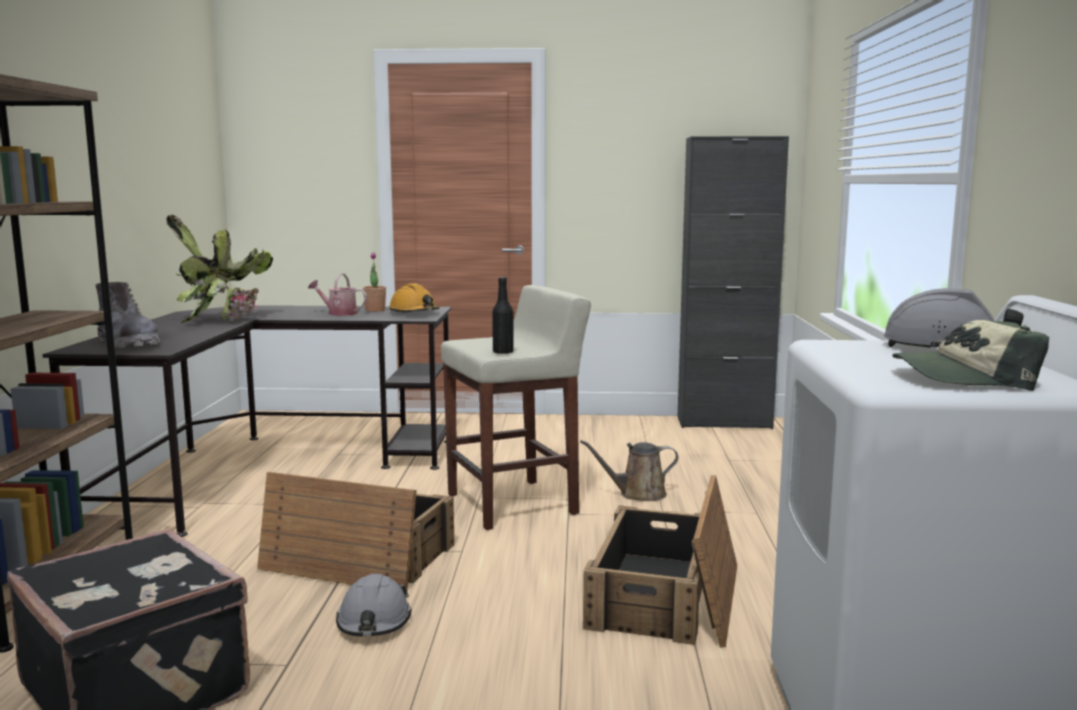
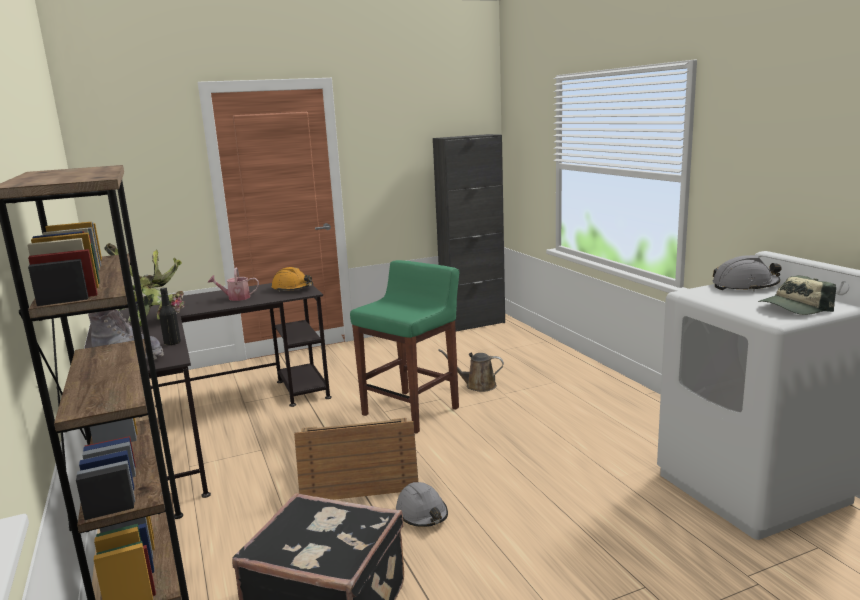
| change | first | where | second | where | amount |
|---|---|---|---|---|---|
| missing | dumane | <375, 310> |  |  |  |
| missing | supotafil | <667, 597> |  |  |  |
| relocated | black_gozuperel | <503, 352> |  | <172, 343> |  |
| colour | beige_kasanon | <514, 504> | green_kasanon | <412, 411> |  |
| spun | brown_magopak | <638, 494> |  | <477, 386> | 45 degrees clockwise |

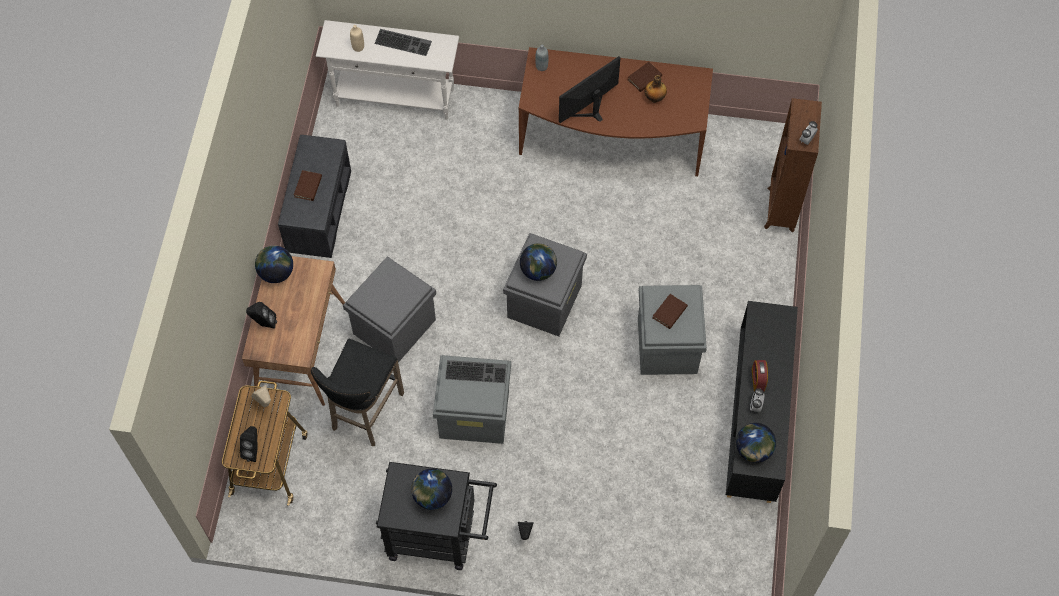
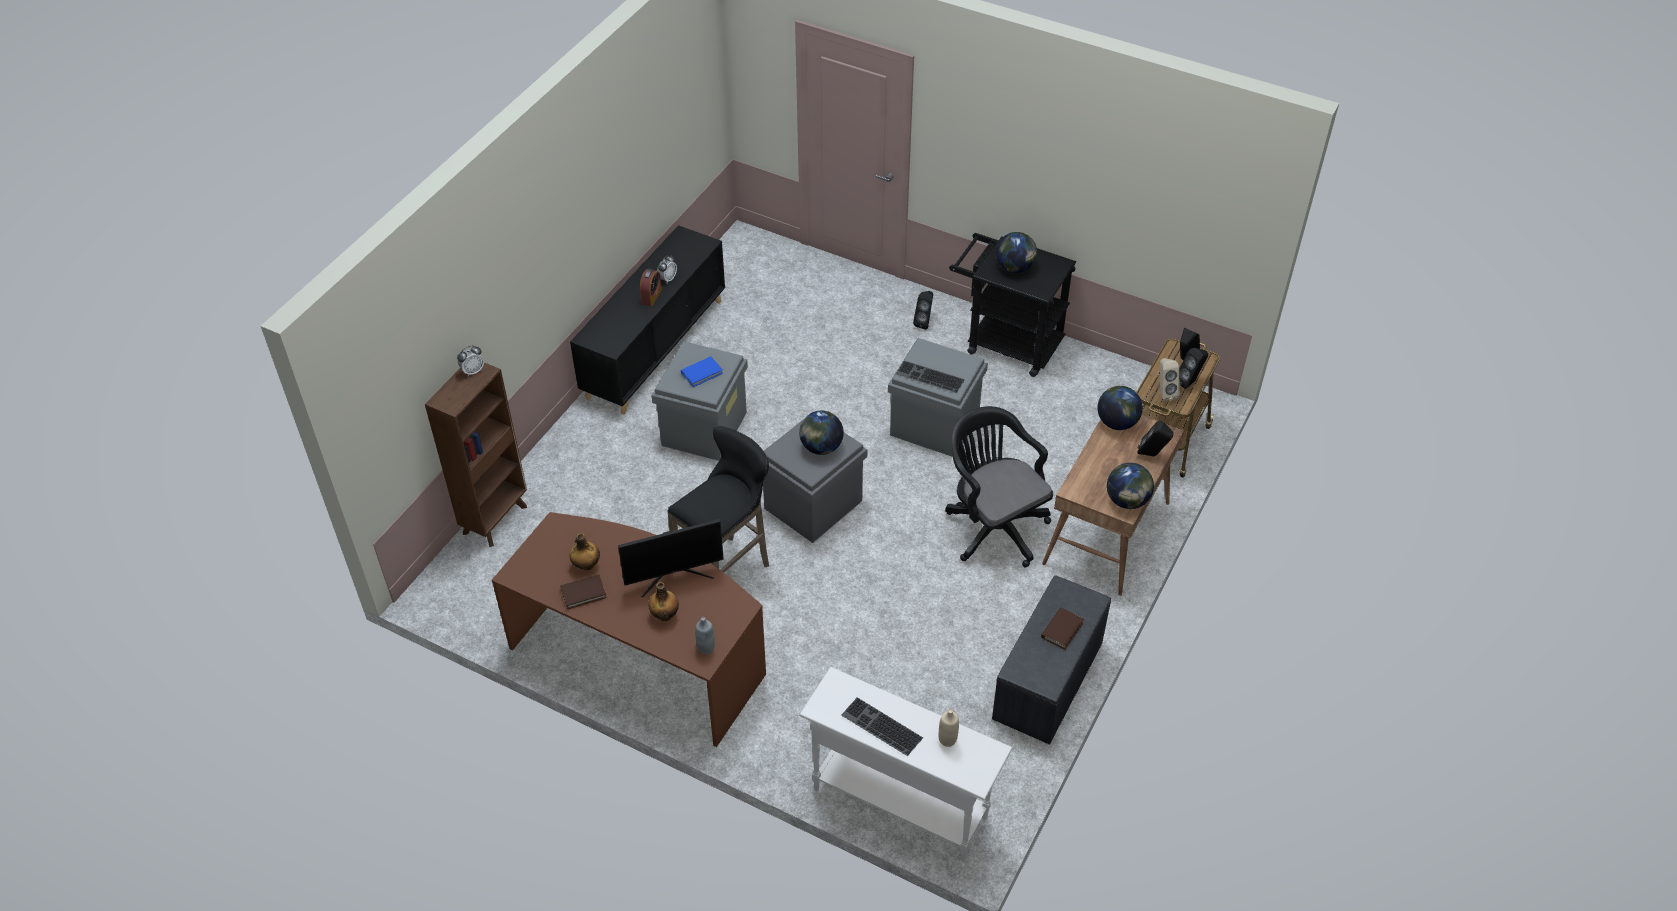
| change | first | where | second | where | amount |
|---|---|---|---|---|---|
| appeared |  |  | gozuperel | <665, 615> |  |
| appeared |  |  | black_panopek | <1189, 382> |  |
| relocated | black_kasanon | <365, 414> |  | <726, 569> |  |
| relocated | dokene | <753, 450> |  | <1117, 422> |  |
| exchanged | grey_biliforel | <394, 327> | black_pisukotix | <993, 526> |  |
| colour | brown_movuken | <669, 312> | blue_movuken | <702, 373> |  |

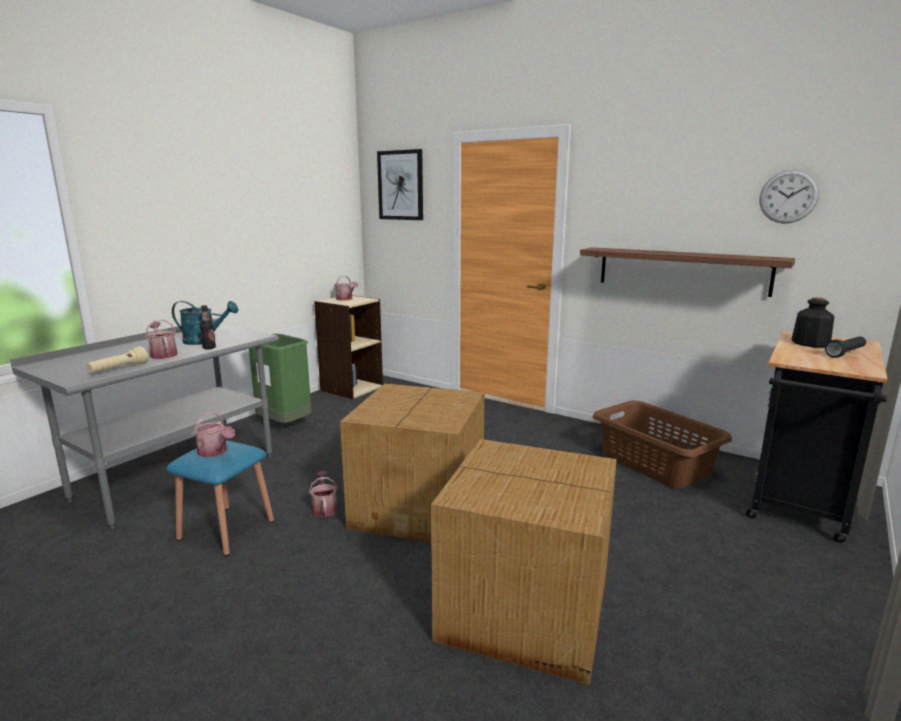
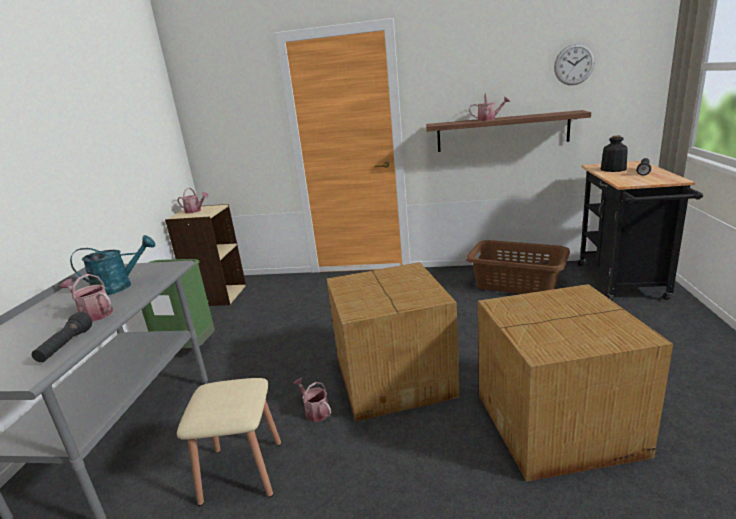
| change | first | where | second | where | amount |
|---|---|---|---|---|---|
| missing | gozuperel | <209, 348> |  |  |  |
| missing | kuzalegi | <401, 185> |  |  |  |
| relocated | magopak | <215, 452> |  | <489, 119> |  |
| colour | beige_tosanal | <119, 369> | black_tosanal | <66, 346> |  |
| colour | blue_kasanon | <226, 529> | beige_kasanon | <242, 471> |  |

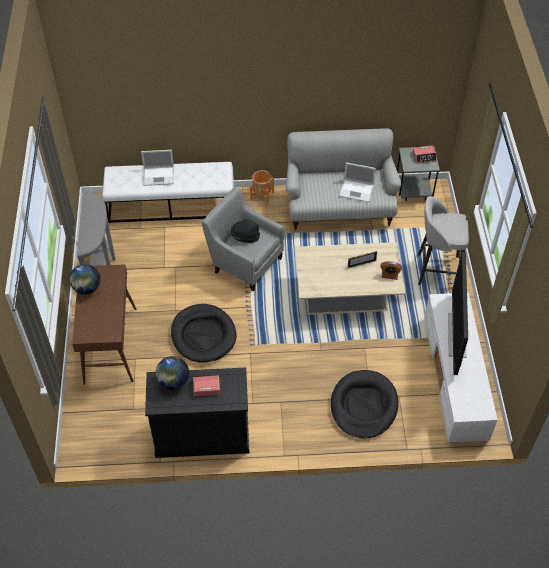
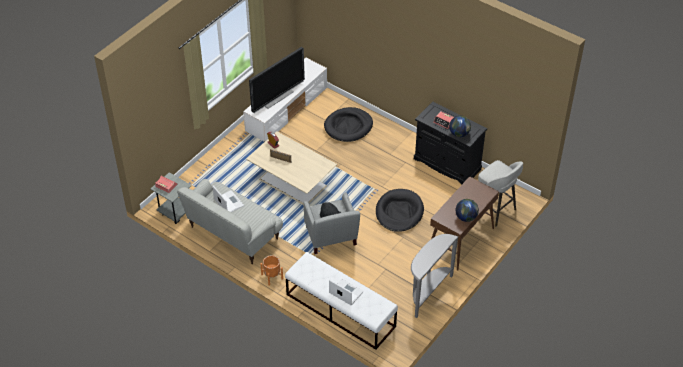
| change | first | where | second | where | amount |
|---|---|---|---|---|---|
| relocated | grey_kasanon | <436, 270> |  | <494, 210> |  |

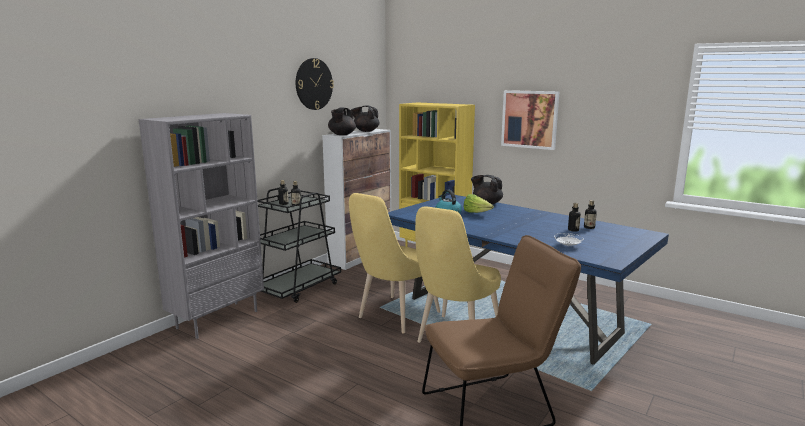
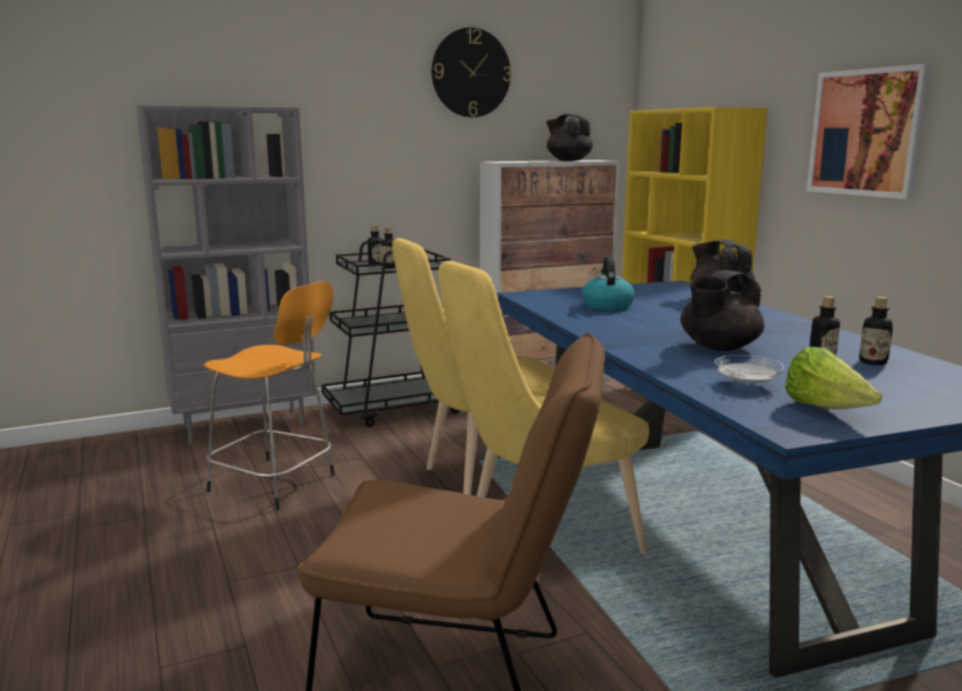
| change | first | where | second | where | amount |
|---|---|---|---|---|---|
| appeared |  |  | orange_kasanon | <276, 484> |  |
| relocated | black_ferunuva | <342, 134> |  | <718, 347> |  |
| relocated | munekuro | <476, 213> |  | <826, 409> |  |

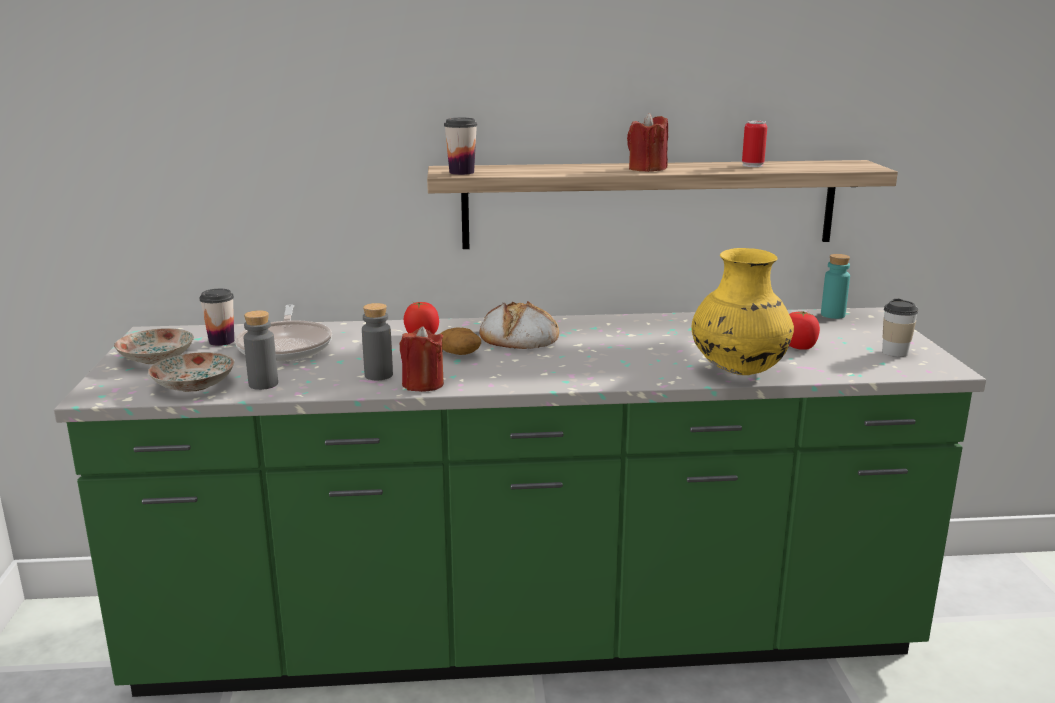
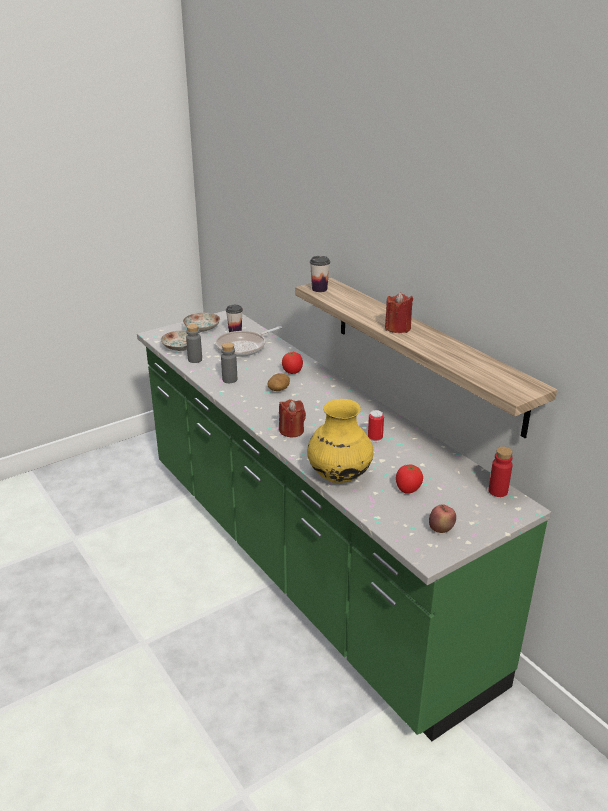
| change | first | where | second | where | amount |
|---|---|---|---|---|---|
| missing | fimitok | <518, 336> |  |  |  |
| relocated | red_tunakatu | <423, 384> |  | <291, 431> |  |
| relocated | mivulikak | <752, 165> |  | <375, 438> |  |
| exchanged | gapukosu | <895, 352> | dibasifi | <441, 530> |  |
| colour | turquoise_gozuperel | <832, 315> | red_gozuperel | <498, 491> |  |

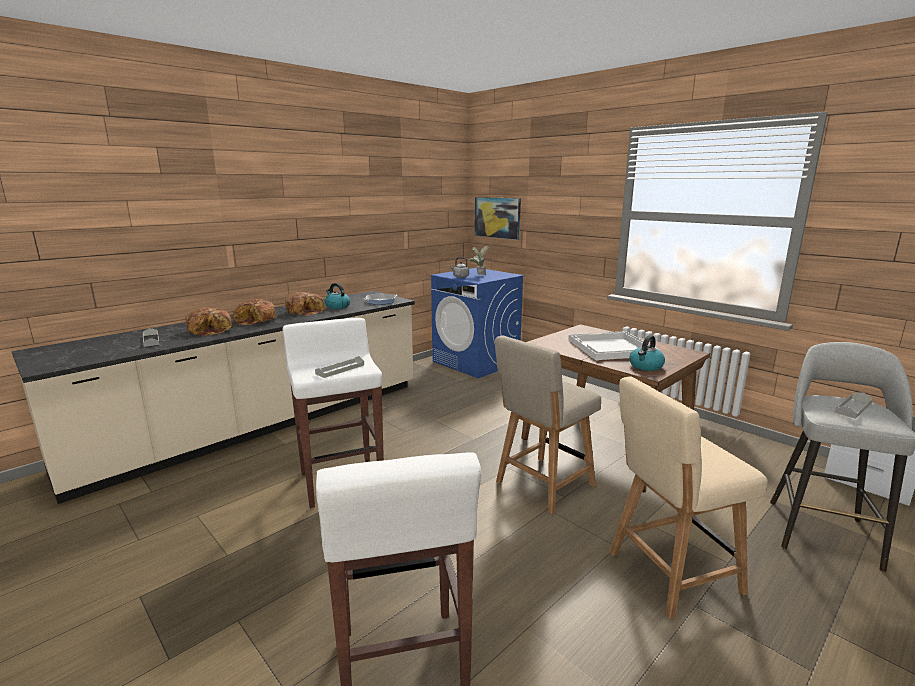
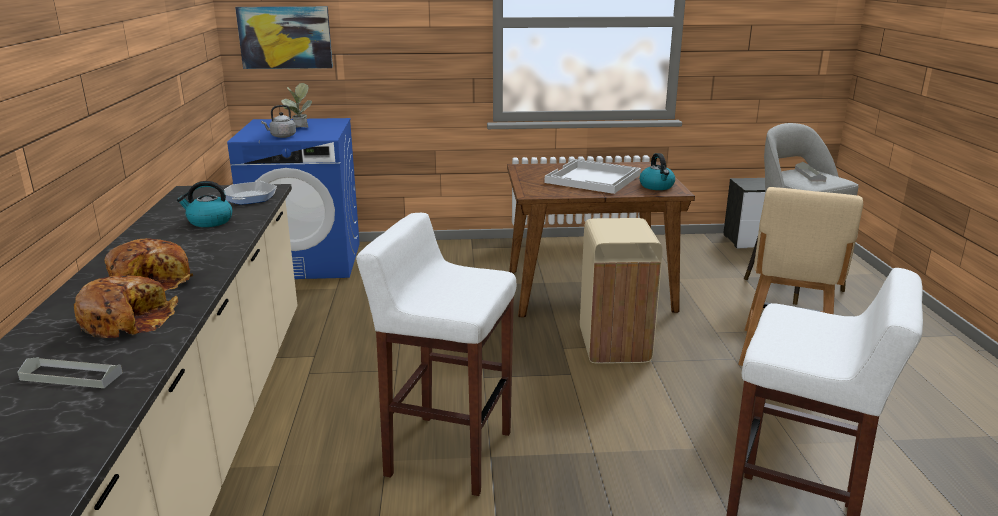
| change | first | where | second | where | amount |
|---|---|---|---|---|---|
| missing | fimitok | <306, 311> |  |  |  |
| missing | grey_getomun | <340, 369> |  |  |  |
| exchanged | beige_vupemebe | <542, 485> | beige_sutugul | <613, 346> |  |

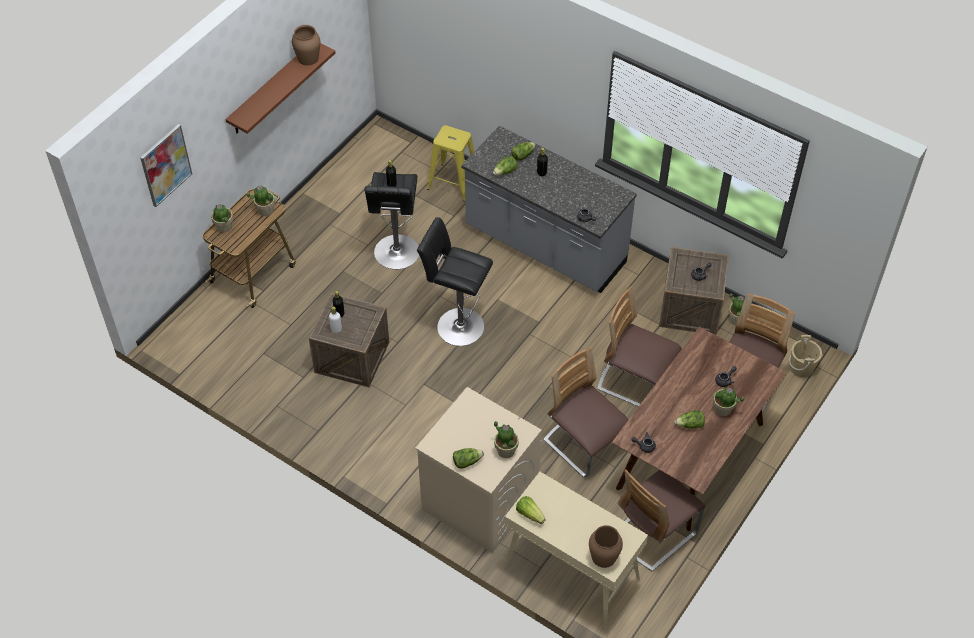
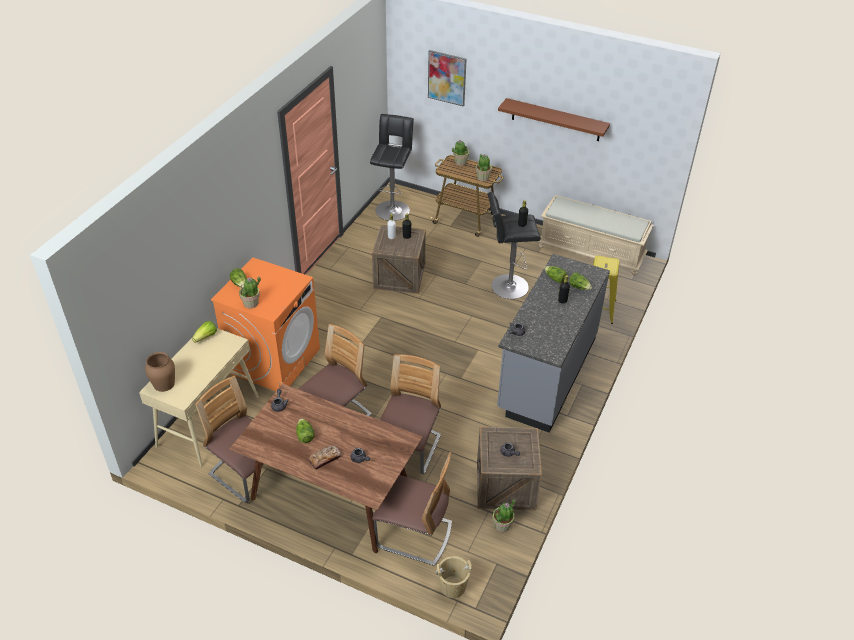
| change | first | where | second | where | amount |
|---|---|---|---|---|---|
| missing | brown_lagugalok | <308, 58> |  |  |  |
| appeared |  |  | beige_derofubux | <592, 252> |  |
| relocated | black_kasanon | <457, 325> |  | <393, 209> |  |
| exchanged | dumane | <723, 409> | fimitok | <324, 459> |  |
| colour | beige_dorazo | <479, 501> | orange_dorazo | <274, 360> |  |

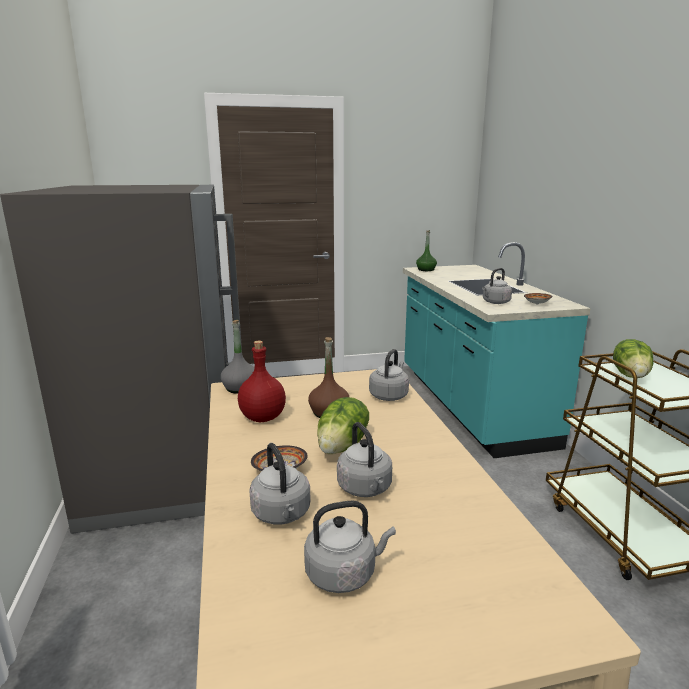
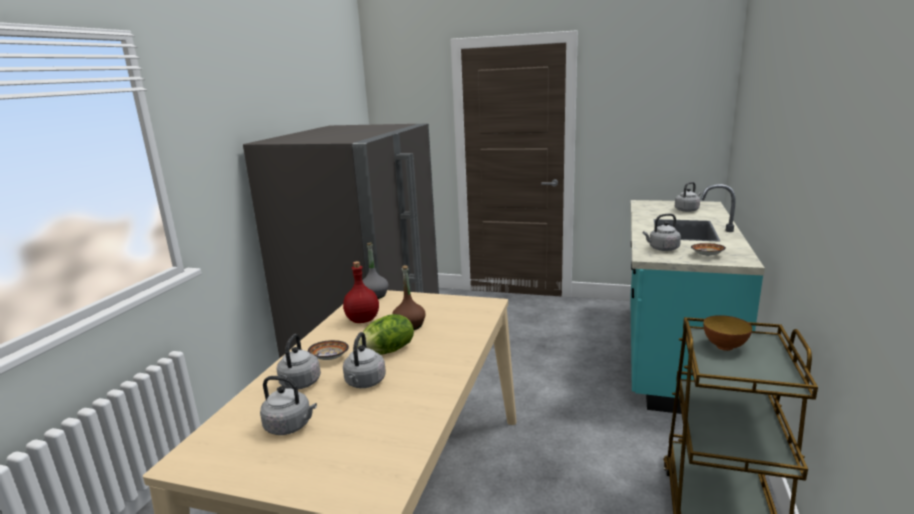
| change | first | where | second | where | amount |
|---|---|---|---|---|---|
| missing | green_gozuperel | <426, 270> |  |  |  |
| relocated | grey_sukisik | <389, 395> |  | <687, 210> |  |
| exchanged | munekuro | <631, 375> | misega | <724, 347> |  |

